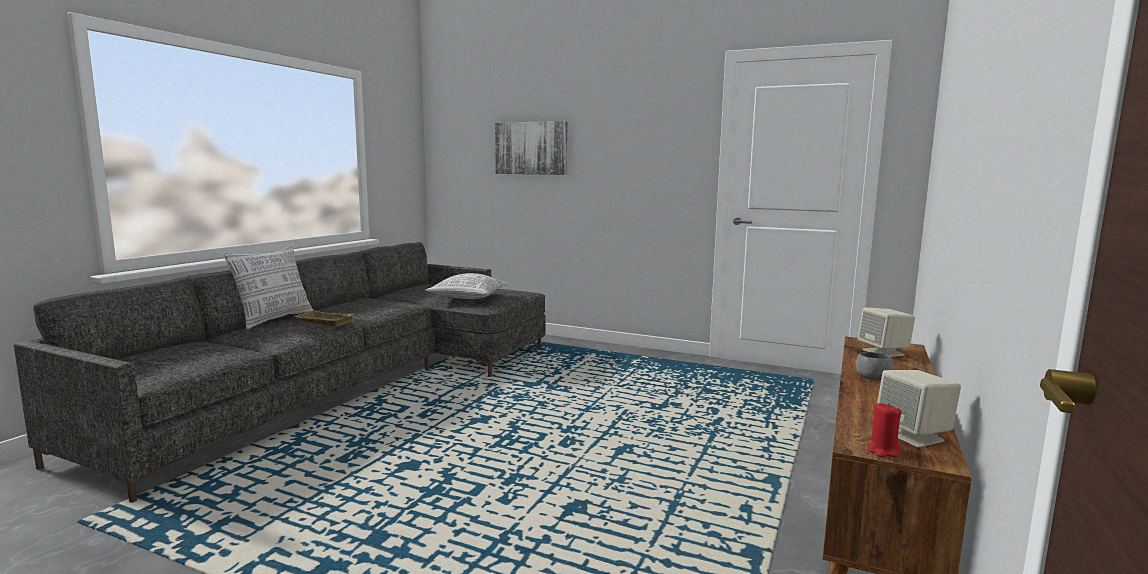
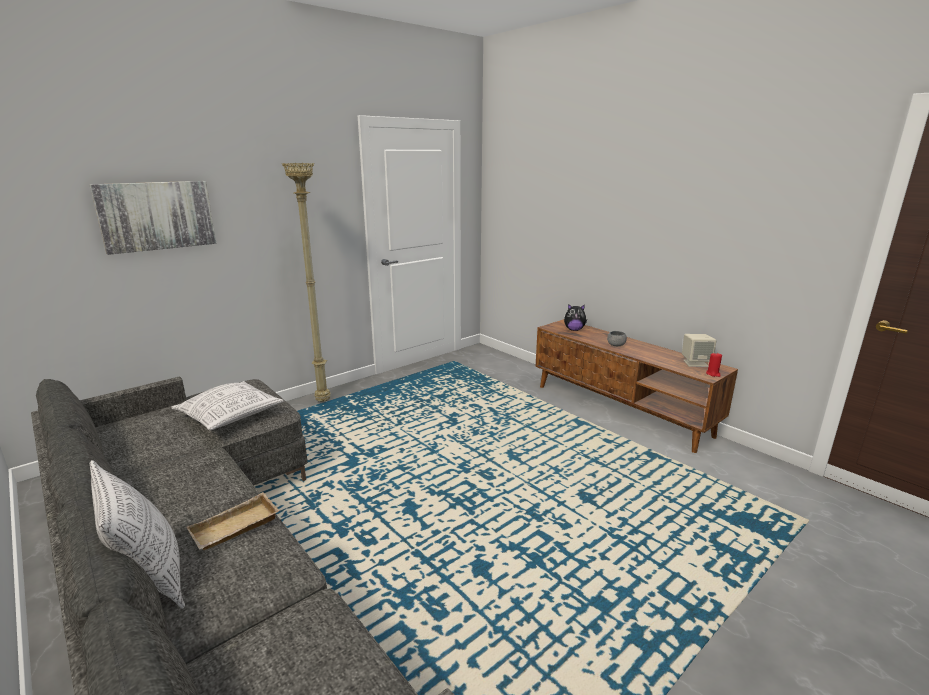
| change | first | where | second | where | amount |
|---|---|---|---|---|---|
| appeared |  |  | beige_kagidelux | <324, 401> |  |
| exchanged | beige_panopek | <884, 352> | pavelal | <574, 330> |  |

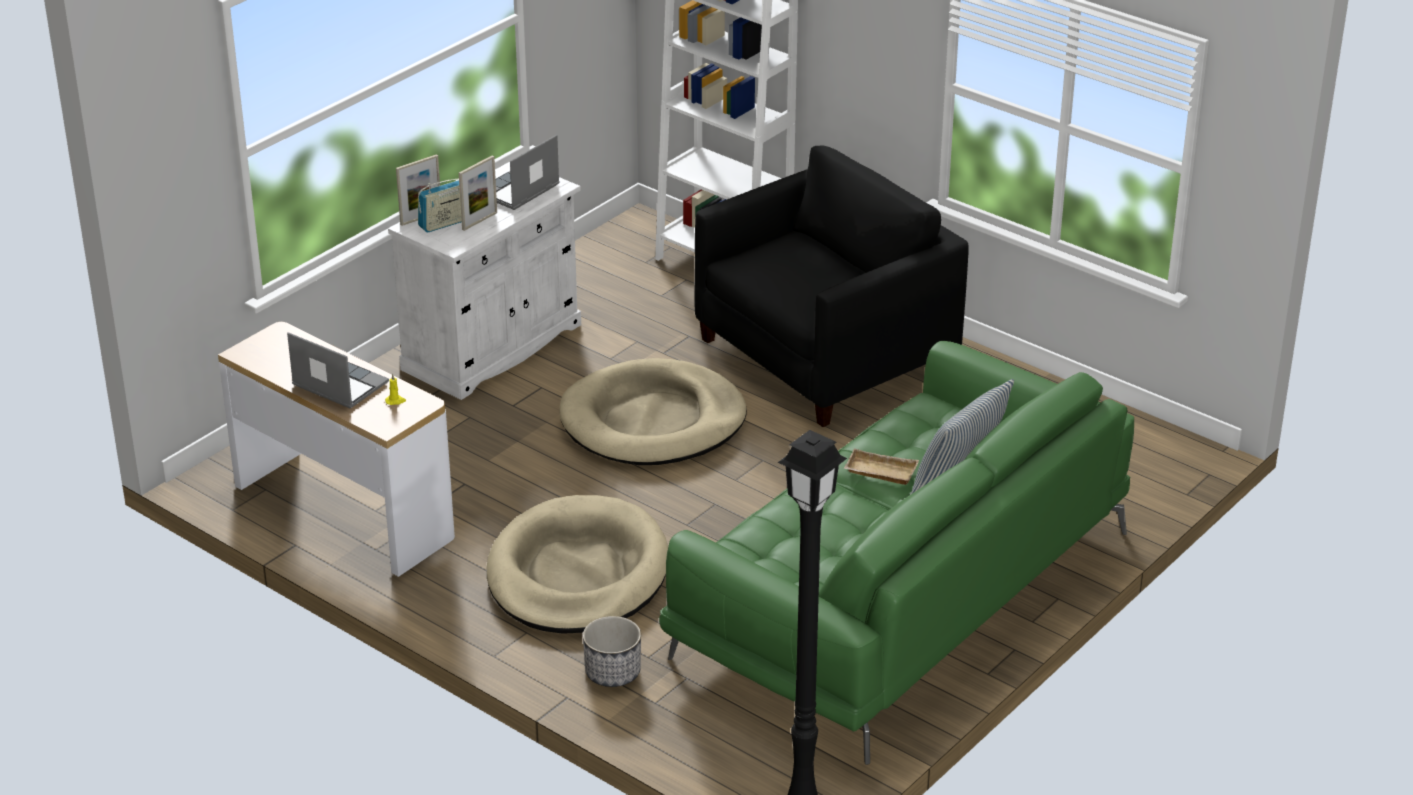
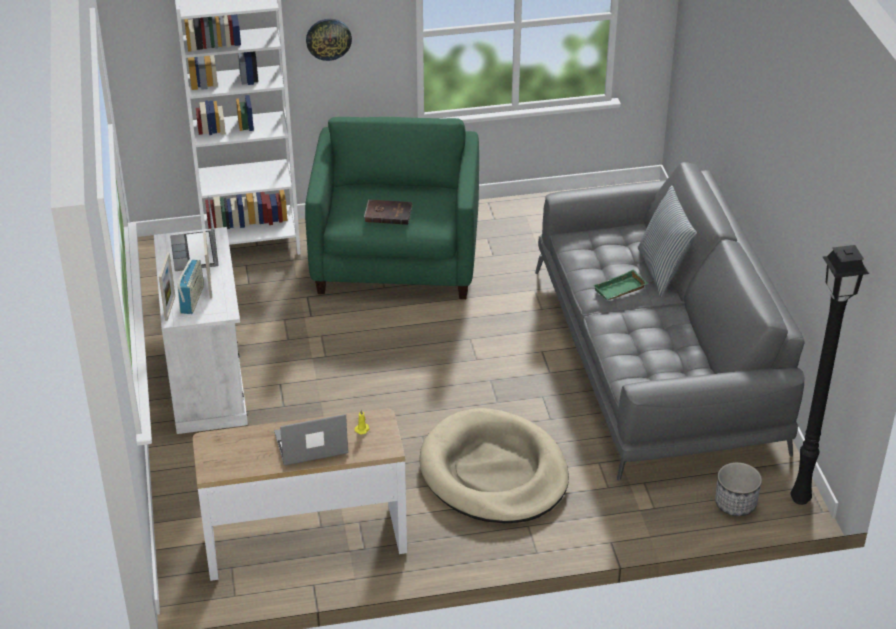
| change | first | where | second | where | amount |
|---|---|---|---|---|---|
| missing | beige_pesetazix | <653, 421> |  |  |  |
| appeared |  |  | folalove | <328, 38> |  |
| appeared |  |  | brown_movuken | <388, 213> |  |
| relocated | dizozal | <612, 672> |  | <735, 504> |  |
| colour | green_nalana | <900, 596> | grey_nalana | <657, 360> |  |
| colour | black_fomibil | <825, 355> | green_fomibil | <397, 258> |  |
| colour | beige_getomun | <879, 472> | green_getomun | <620, 290> |  |

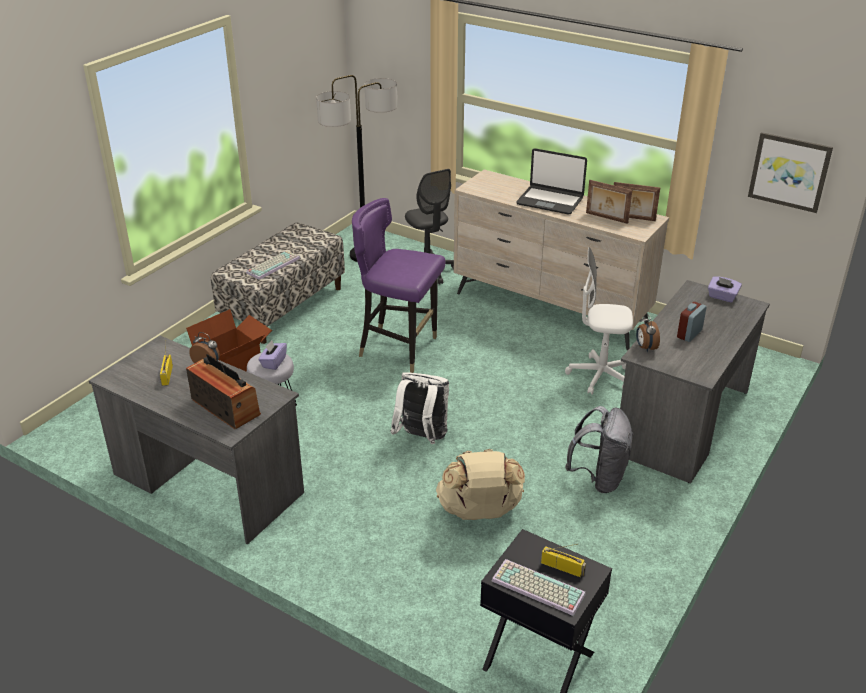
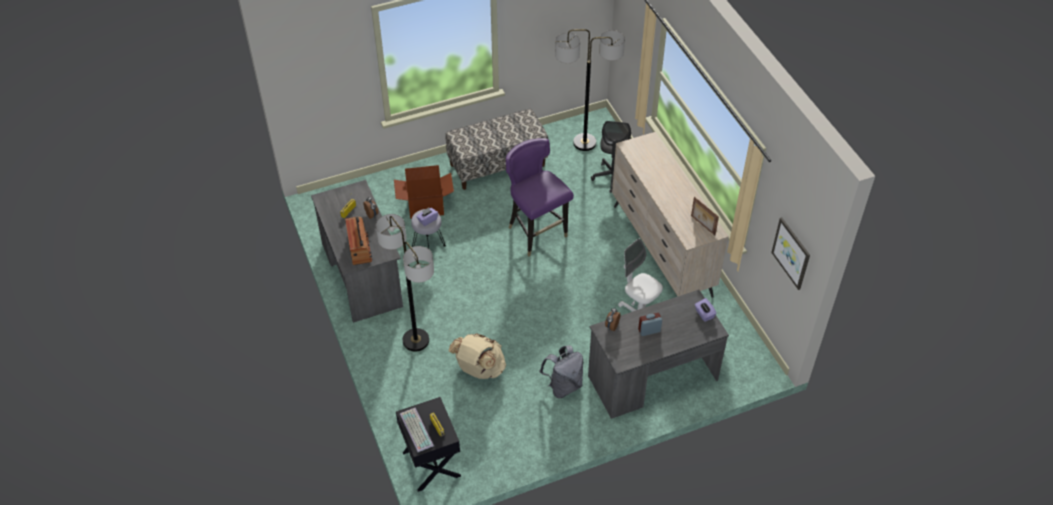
| change | first | where | second | where | amount |
|---|---|---|---|---|---|
| missing | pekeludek | <273, 265> |  |  |  |
| missing | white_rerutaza | <422, 437> |  |  |  |
| missing | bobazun | <550, 201> |  |  |  |
| missing | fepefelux | <606, 218> |  |  |  |
| appeared |  |  | kagidelux | <416, 340> |  |

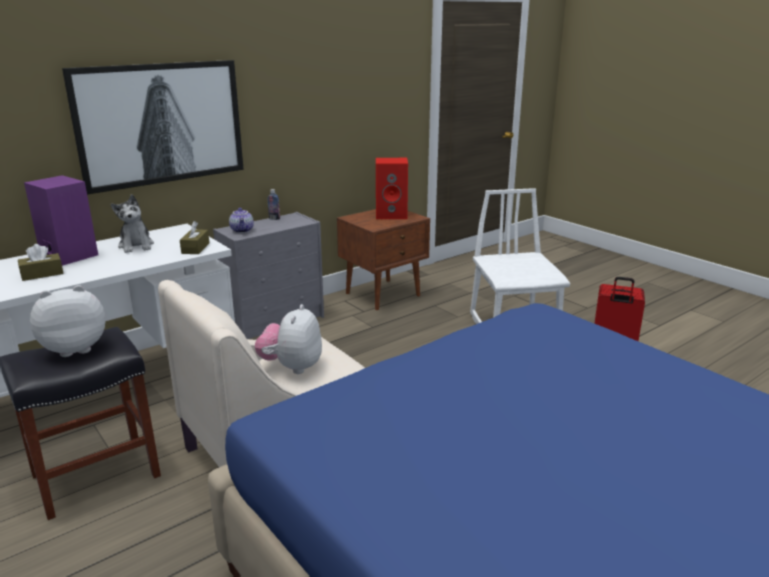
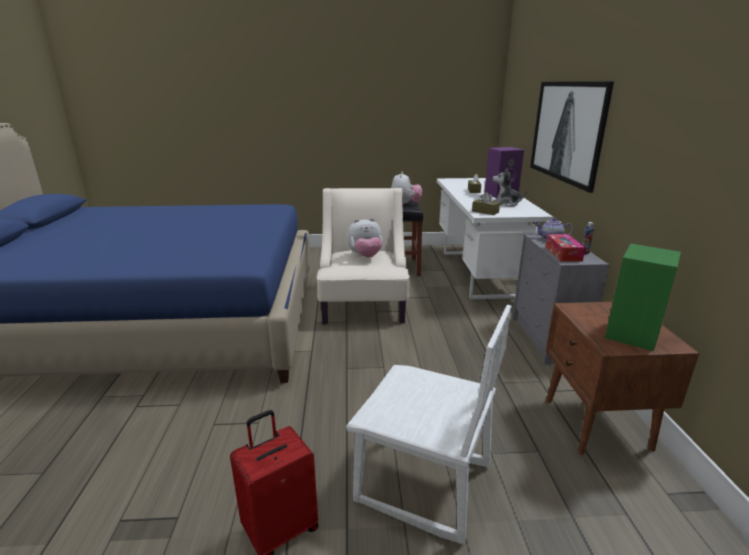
| change | first | where | second | where | amount |
|---|---|---|---|---|---|
| appeared |  |  | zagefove | <563, 254> |  |
| colour | red_panopek | <392, 214> | green_panopek | <633, 335> |  |
| spun | pavelal | <292, 367> |  | <365, 256> | 120 degrees clockwise |

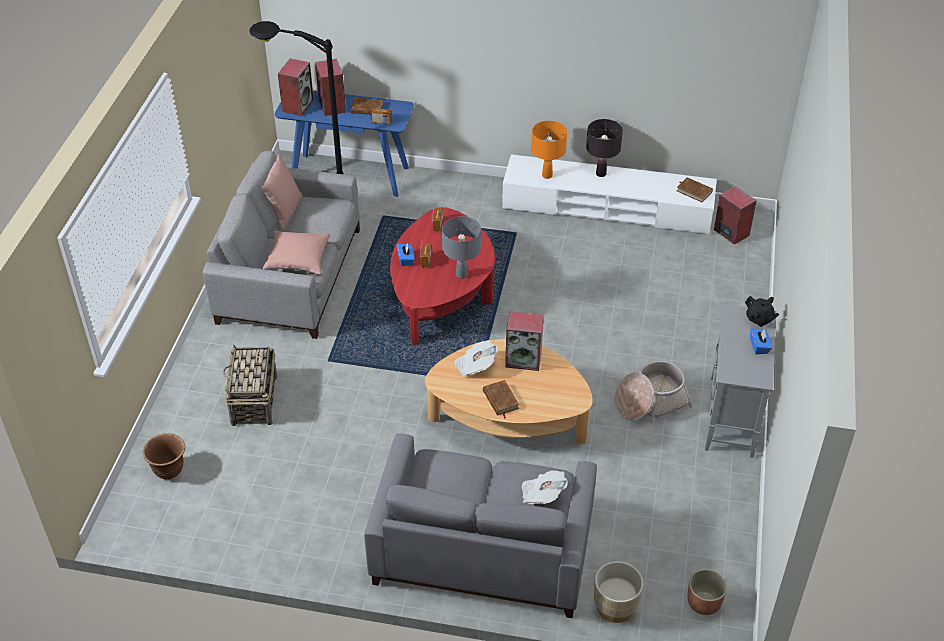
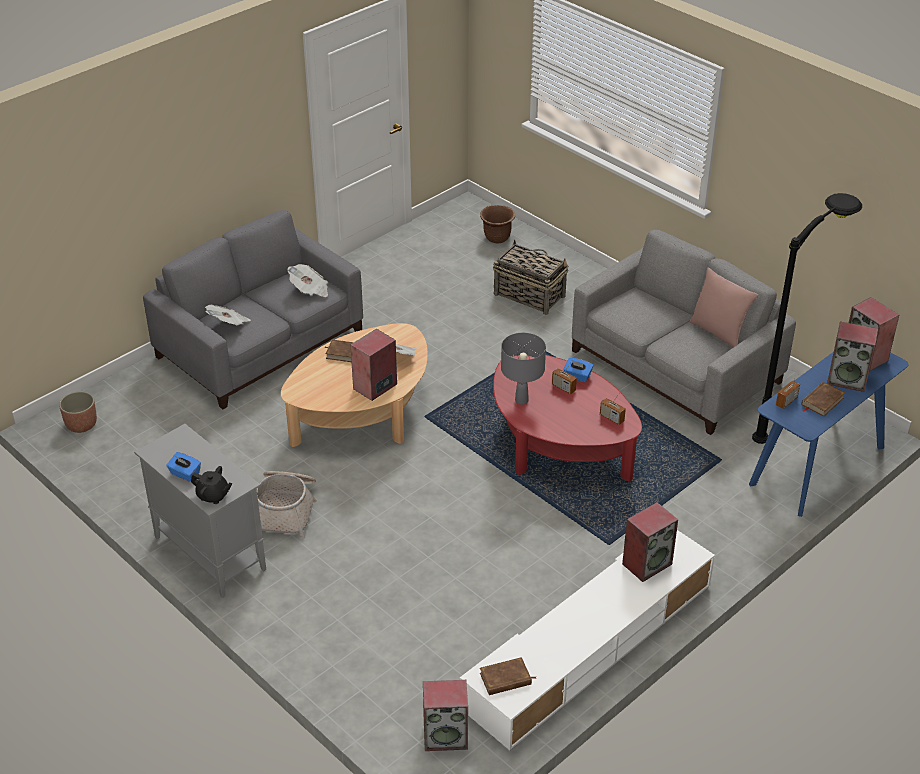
| change | first | where | second | where | amount |
|---|---|---|---|---|---|
| missing | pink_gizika | <298, 259> |  |  |  |
| missing | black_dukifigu | <601, 174> |  |  |  |
| missing | beige_dizozal | <615, 606> |  |  |  |
| appeared |  |  | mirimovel | <310, 290> |  |
| exchanged | orange_dukifigu | <547, 175> | panopek | <647, 563> |  |
| spun | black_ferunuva | <759, 319> |  | <213, 496> | 150 degrees counterclockwise |

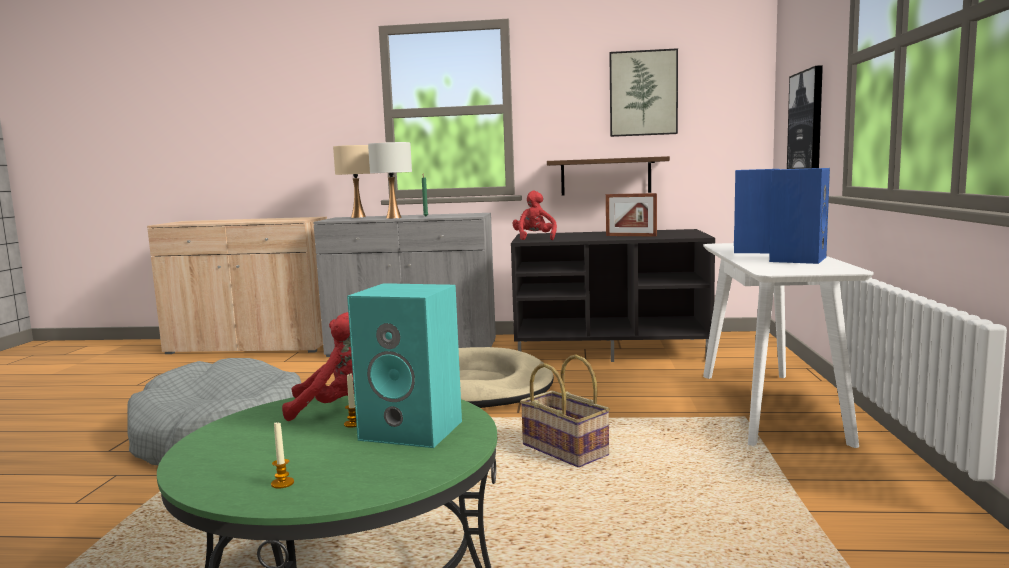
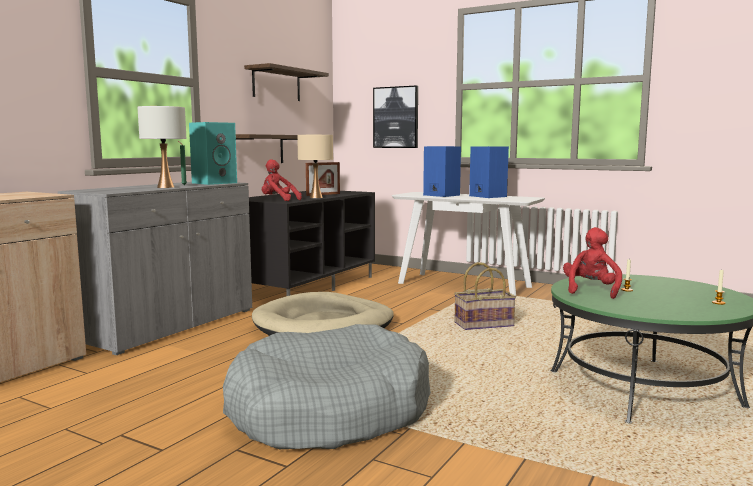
| change | first | where | second | where | amount |
|---|---|---|---|---|---|
| relocated | beige_dukifigu | <358, 217> |  | <316, 197> |  |
| relocated | turquoise_panopek | <414, 430> |  | <215, 183> |  |
| exchanged | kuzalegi | <643, 93> | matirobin | <276, 84> |  |

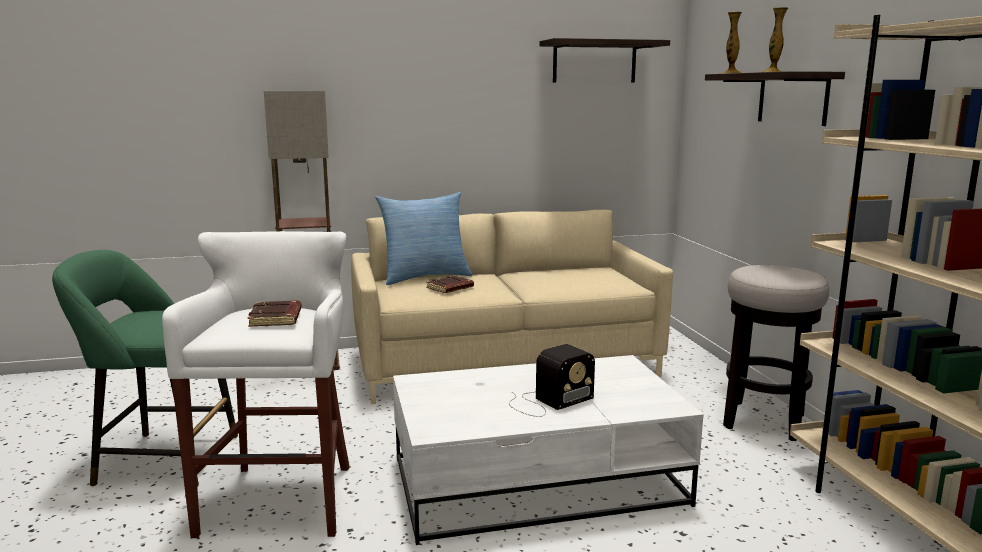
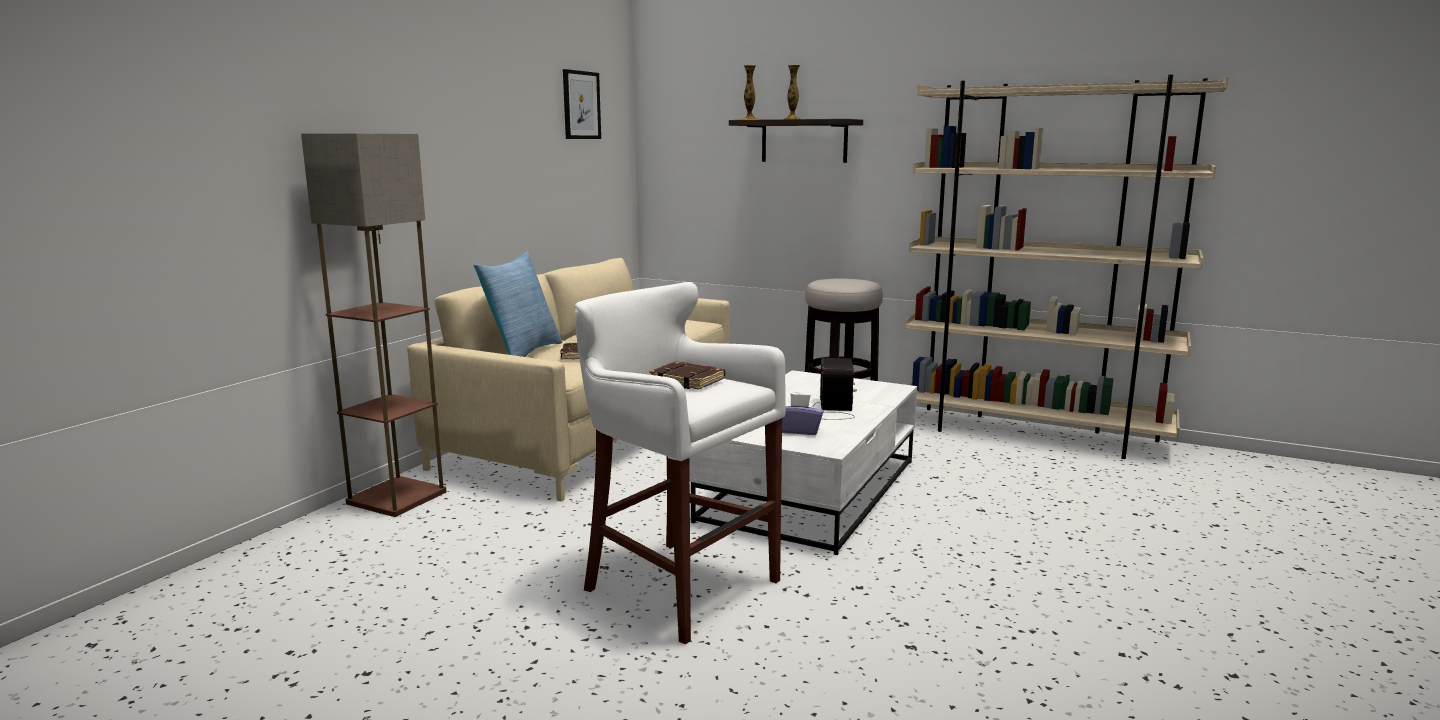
| change | first | where | second | where | amount |
|---|---|---|---|---|---|
| missing | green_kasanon | <160, 459> |  |  |  |
| appeared |  |  | purple_zagefove | <798, 430> |  |
| exchanged | matirobin | <594, 62> | kuzalegi | <581, 105> |  |

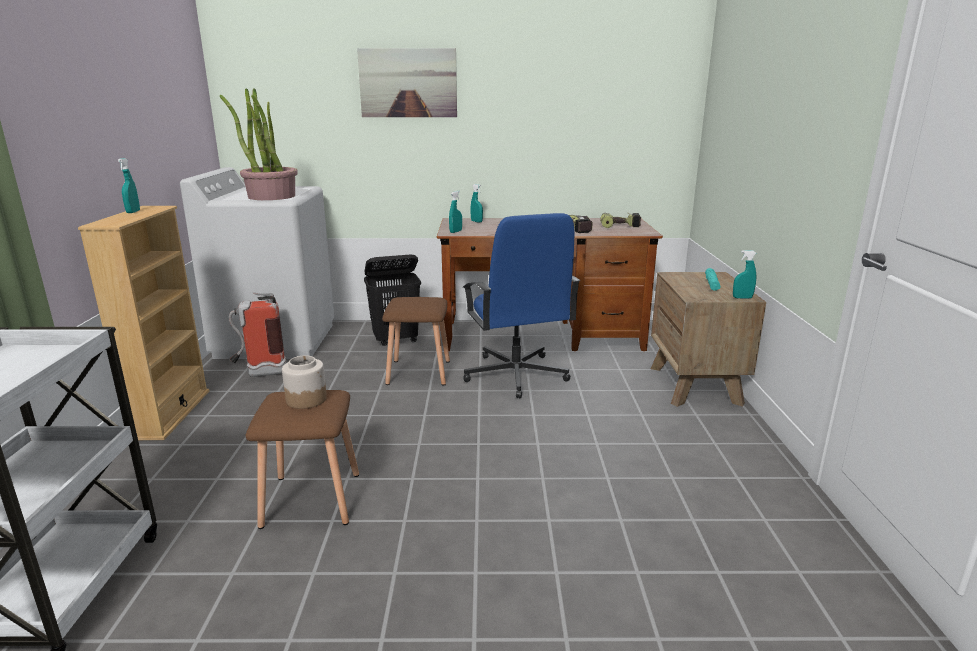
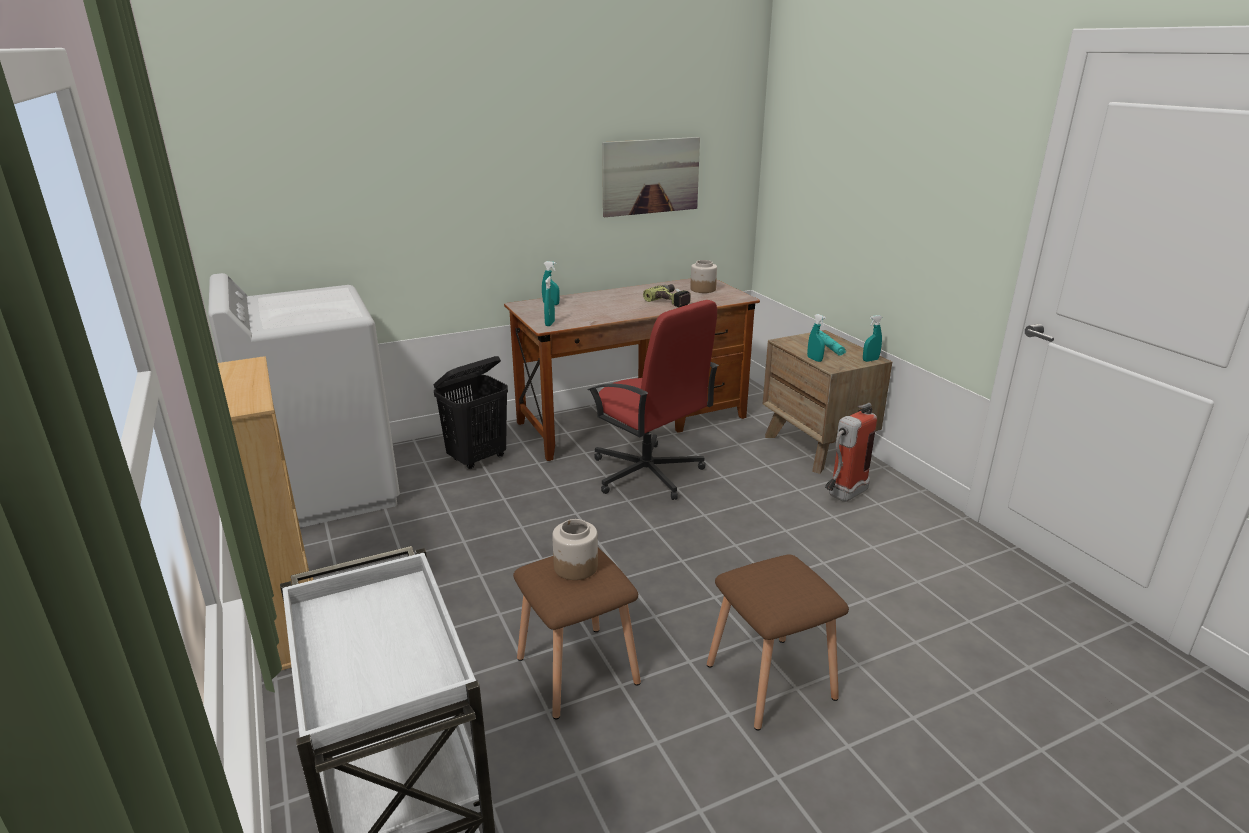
| change | first | where | second | where | amount |
|---|---|---|---|---|---|
| missing | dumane | <271, 196> |  |  |  |
| relocated | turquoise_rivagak | <133, 212> |  | <814, 359> |  |
| relocated | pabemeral | <260, 373> |  | <842, 496> |  |
| relocated | kuzalegi | <408, 83> |  | <650, 176> |  |
| relocated | brown_kasanon | <419, 373> |  | <772, 682> |  |
| exchanged | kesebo | <619, 225> | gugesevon | <702, 289> |  |
| colour | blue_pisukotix | <515, 375> | red_pisukotix | <647, 473> |  |

